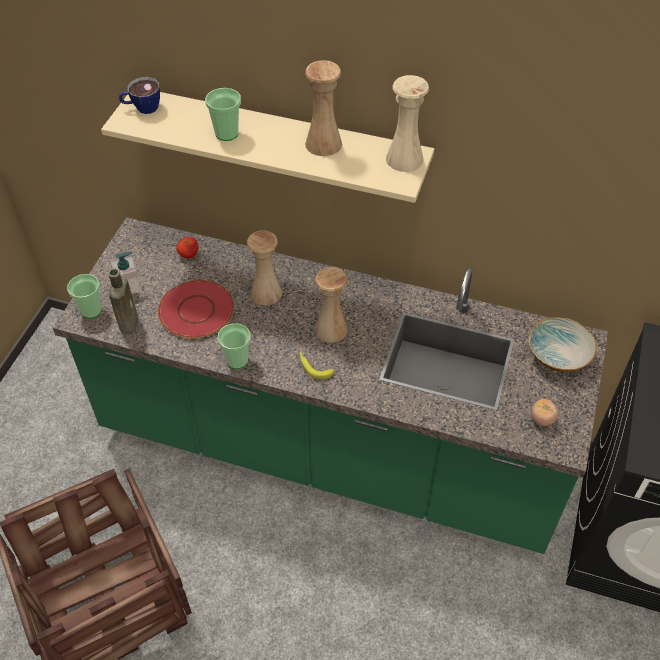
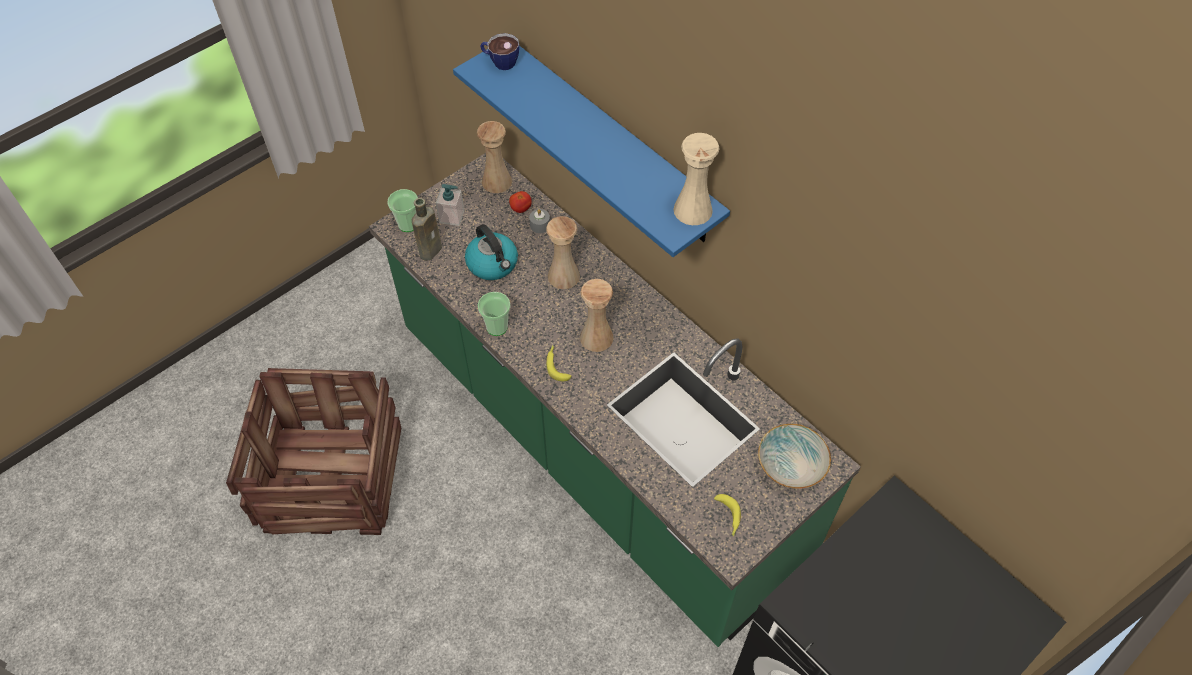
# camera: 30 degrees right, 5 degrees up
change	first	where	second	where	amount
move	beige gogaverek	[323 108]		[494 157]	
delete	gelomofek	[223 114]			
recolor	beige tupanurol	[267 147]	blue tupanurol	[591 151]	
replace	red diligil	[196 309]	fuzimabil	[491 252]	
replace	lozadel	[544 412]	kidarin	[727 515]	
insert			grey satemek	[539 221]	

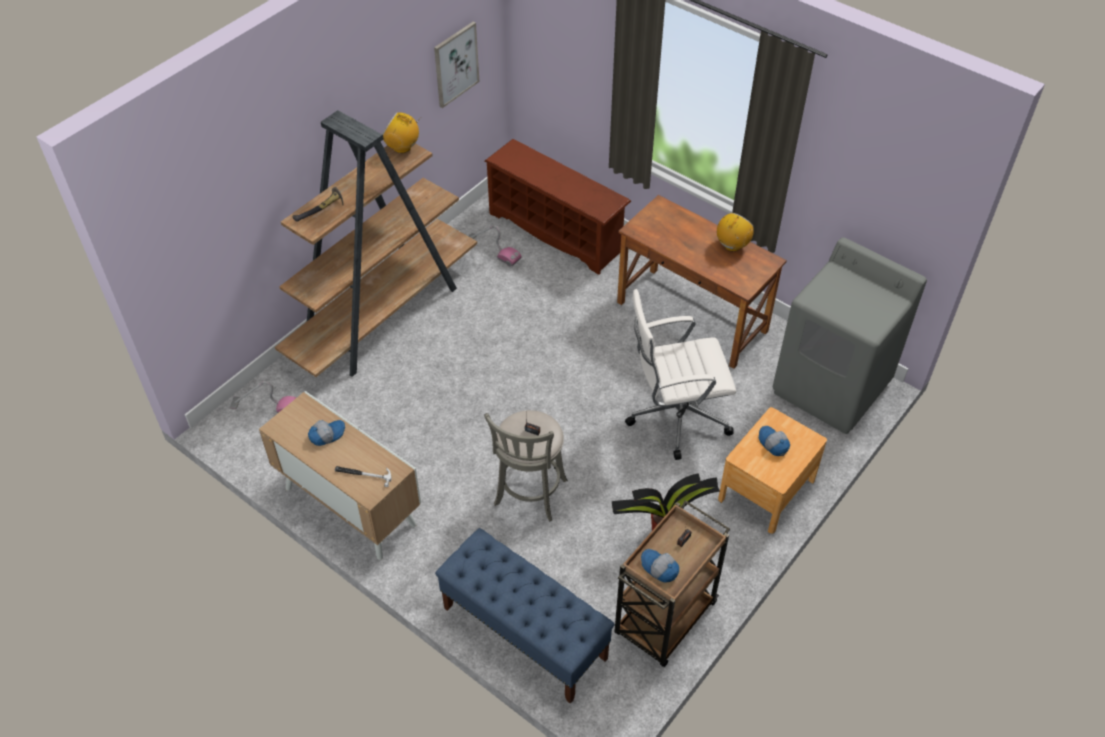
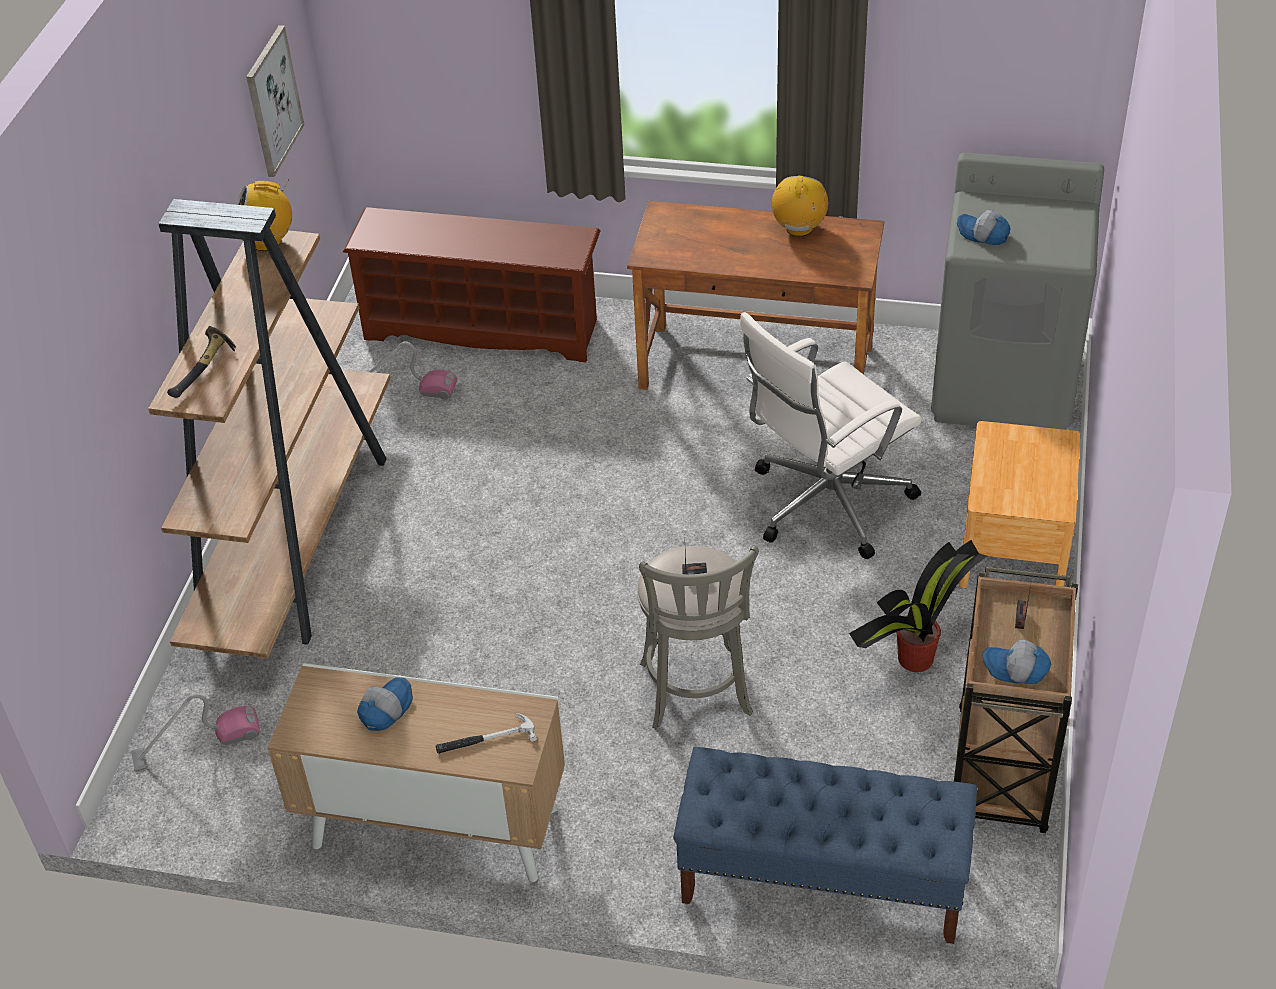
# camera: 25 degrees left, 5 degrees down
change	first	where	second	where	amount
move	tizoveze	[774 441]		[983 227]	

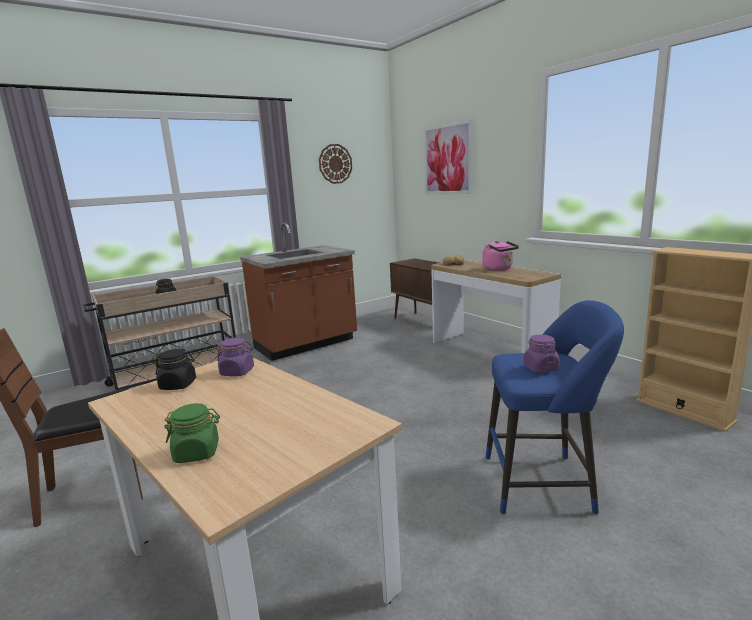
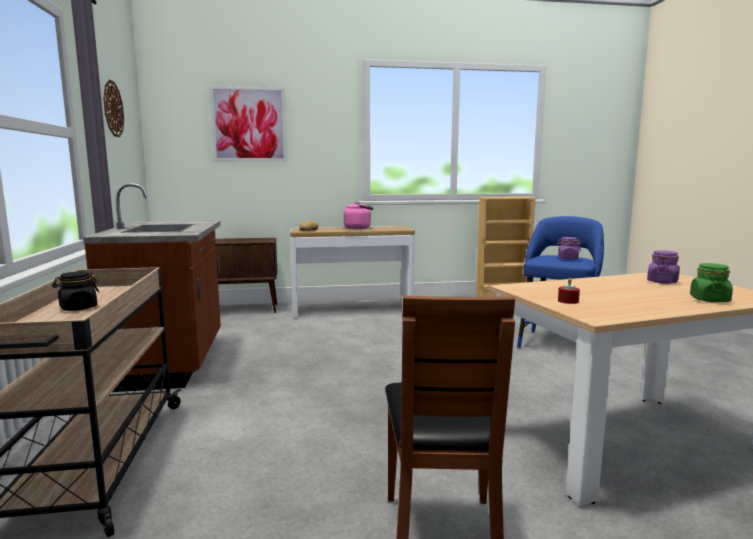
# camera: 65 degrees left, 5 degrees down
change	first	where	second	where	amount
move	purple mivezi	[235 357]		[663 267]	
replace	black mivezi	[175 369]	red satemek	[569 291]	

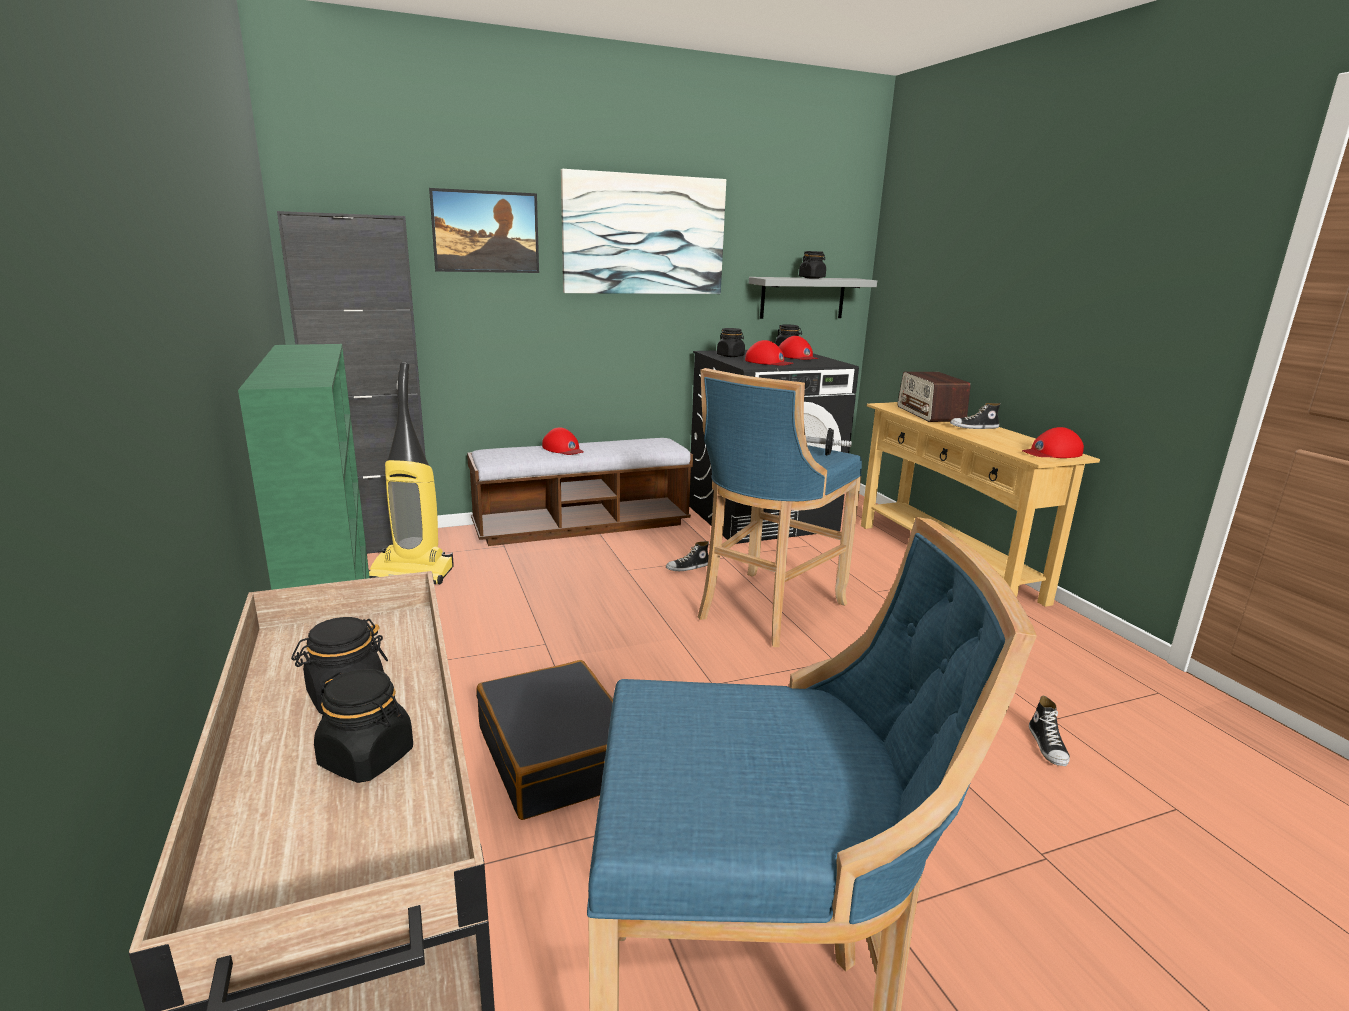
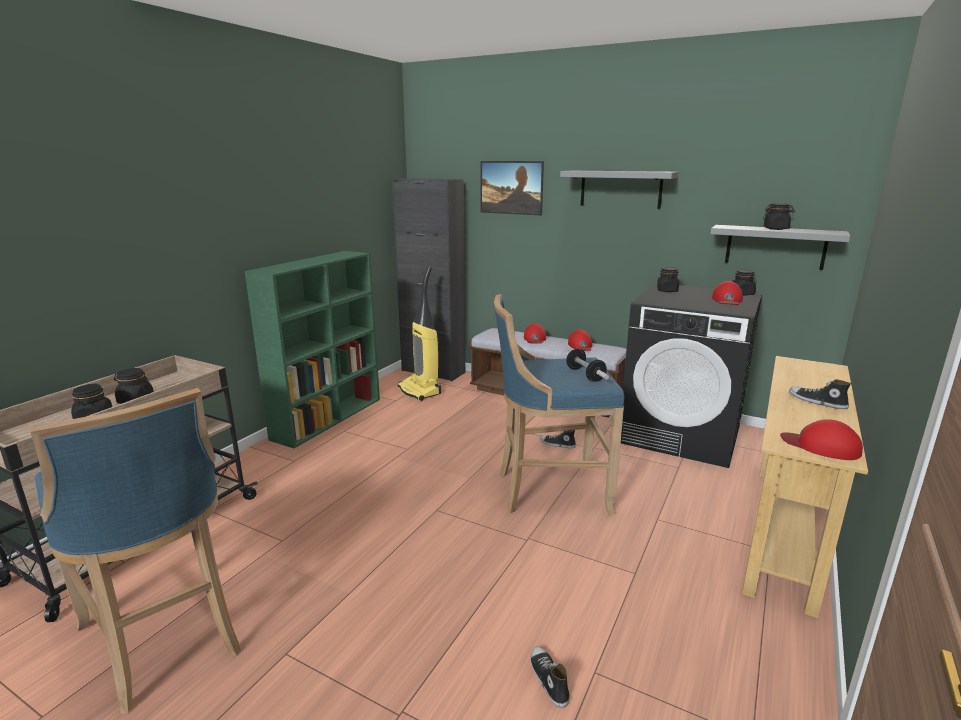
# camera: 50 degrees right, 0 degrees up
change	first	where	second	where	amount
replace	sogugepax	[643 231]	grey tupanurol	[619 190]	
move	red tizoveze	[769 353]		[580 340]	
delete	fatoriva	[934 397]			
delete	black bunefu	[544 740]			
rotate	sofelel	[1049 731]		[550 677]	105 degrees clockwise

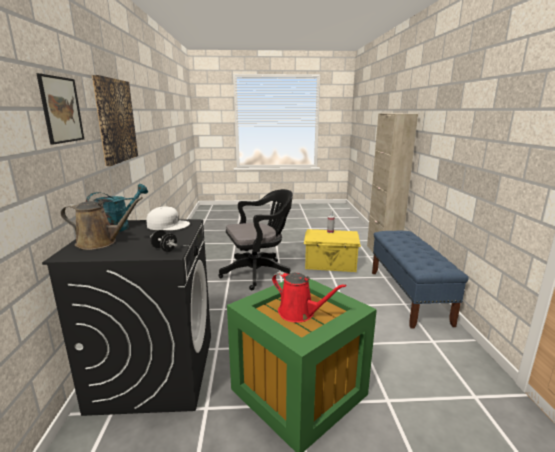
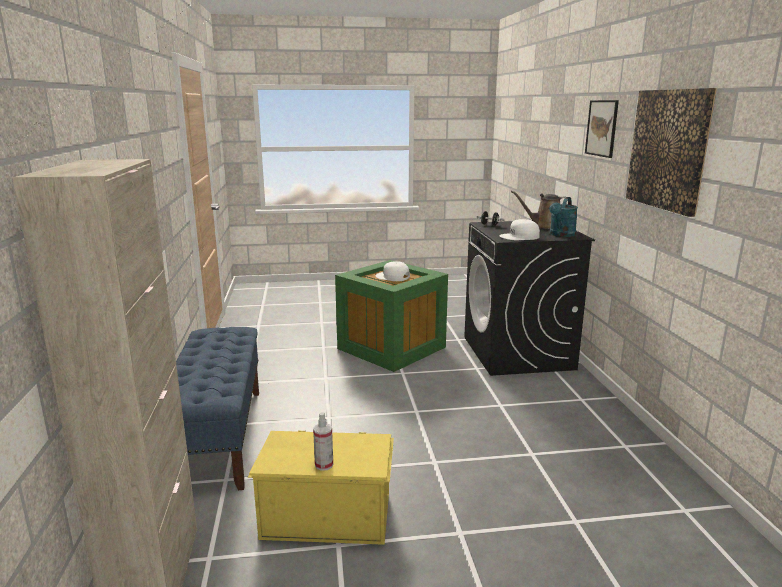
# camera: 175 degrees right, 0 degrees up
change	first	where	second	where	amount
delete	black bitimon	[255 239]			
replace	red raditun	[309 297]	white tizoveze	[392 271]	

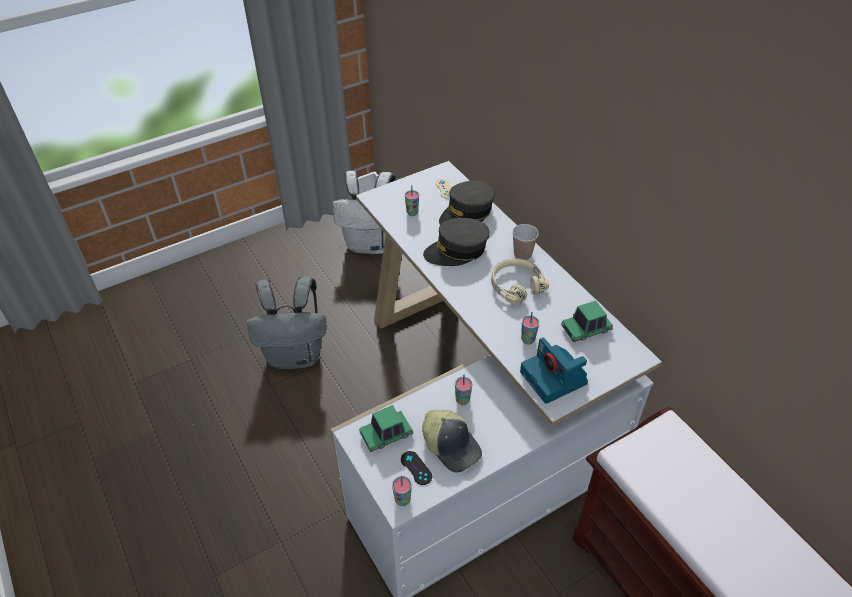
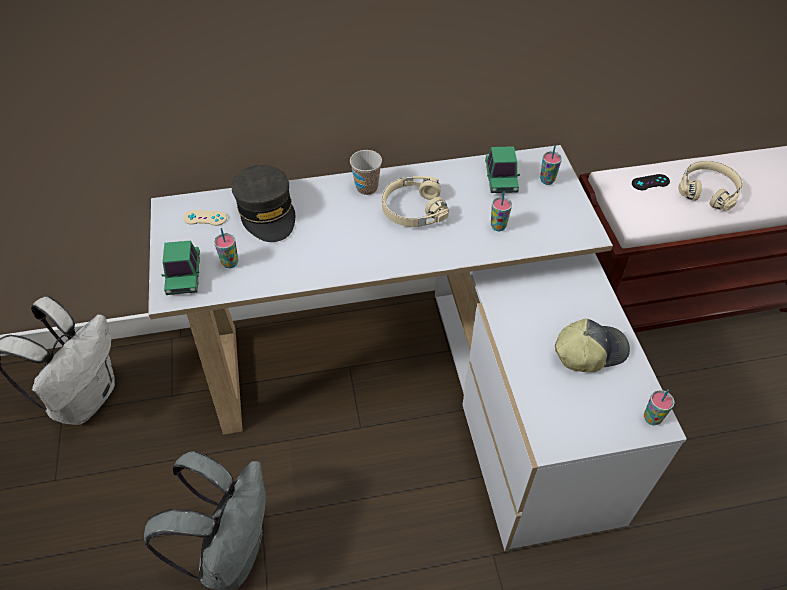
# camera: 70 degrees left, 5 degrees up
change	first	where	second	where	amount
delete	grey tizoveze	[456 242]			
delete	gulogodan	[554 370]			
move	gelomofek	[463 389]		[551 165]	
move	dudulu	[386 428]		[181 268]	
move	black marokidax	[416 468]		[651 182]	
insert			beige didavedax	[710 186]	

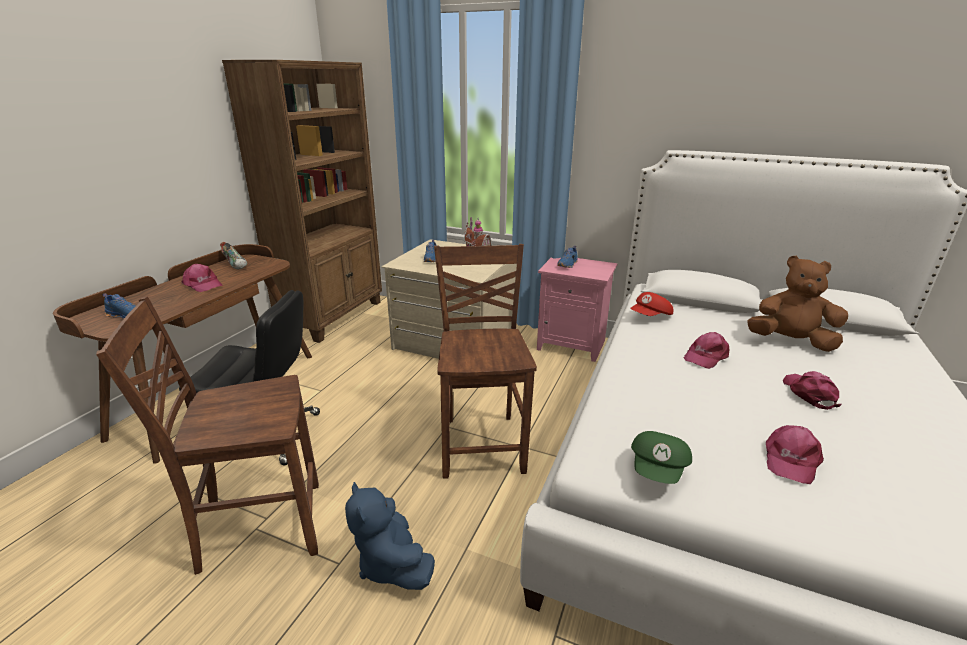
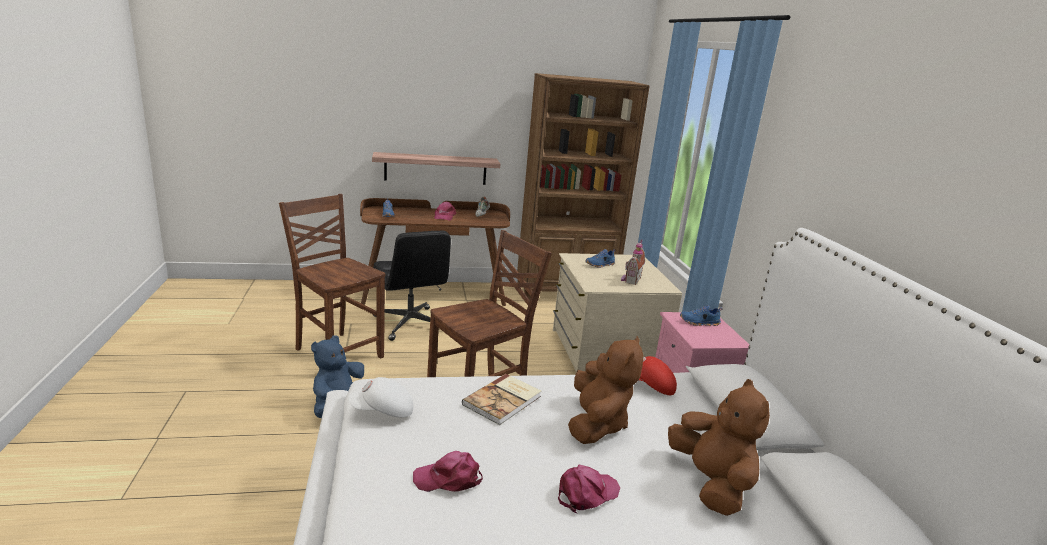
# camera: 55 degrees right, 5 degrees down
change	first	where	second	where	amount
replace	pink tizoveze	[707 350]	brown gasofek	[605 390]	
recolor	green tizoveze	[661 457]	white tizoveze	[380 397]	
insert			tupanurol	[436 168]	
insert			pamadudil	[501 399]	

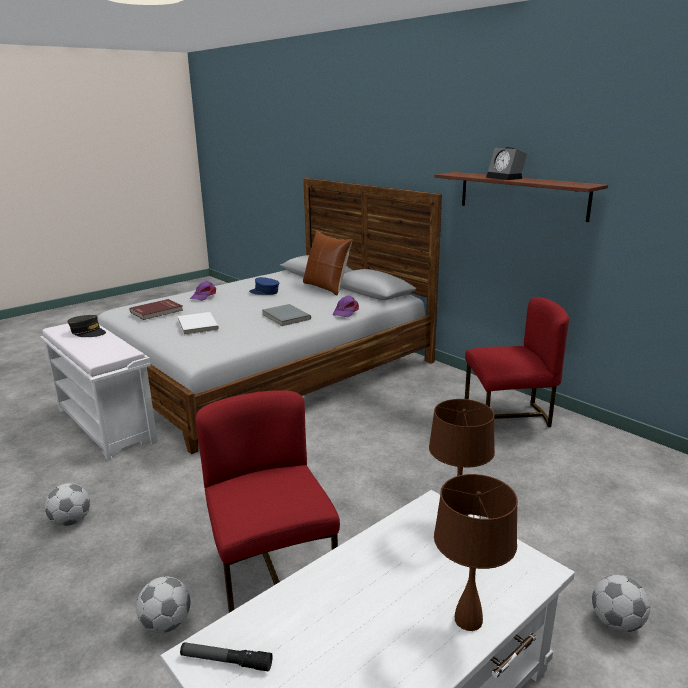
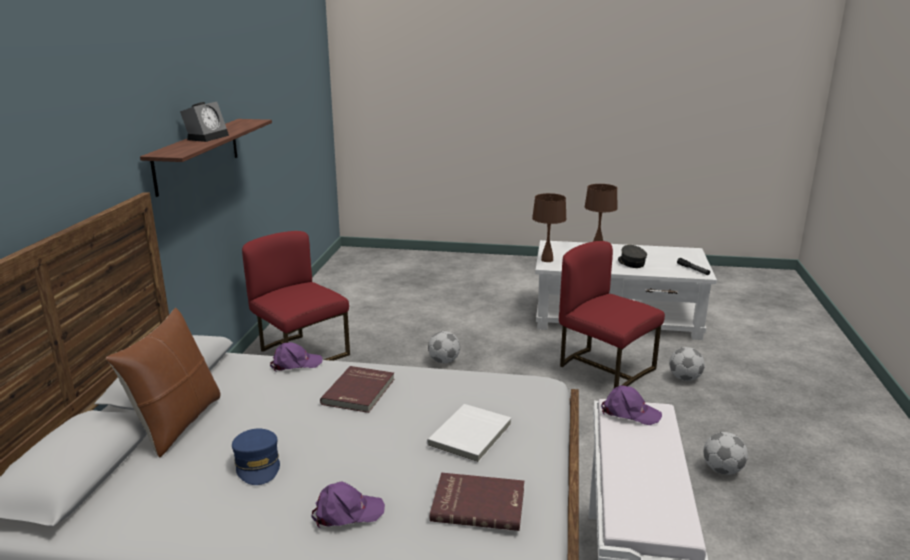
# camera: 130 degrees left, 0 degrees up
change	first	where	second	where	amount
recolor	grey pamadudil	[286 315]	red pamadudil	[357 389]	
move	grey tizoveze	[86 326]		[632 256]	
rotate	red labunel	[267 501]		[612 314]	105 degrees clockwise
move	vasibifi	[621 603]		[444 347]	
insert			purple tizoveze	[631 405]	

